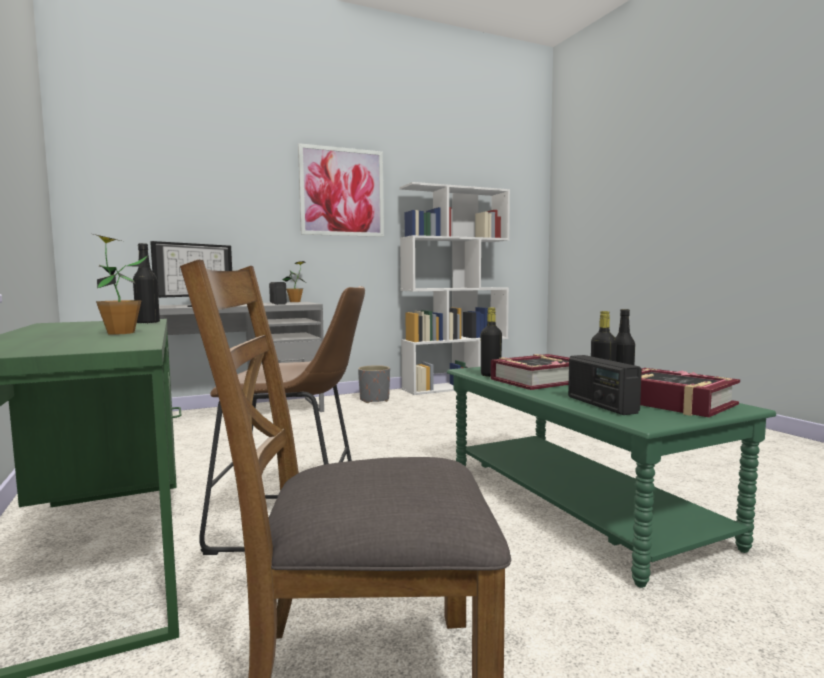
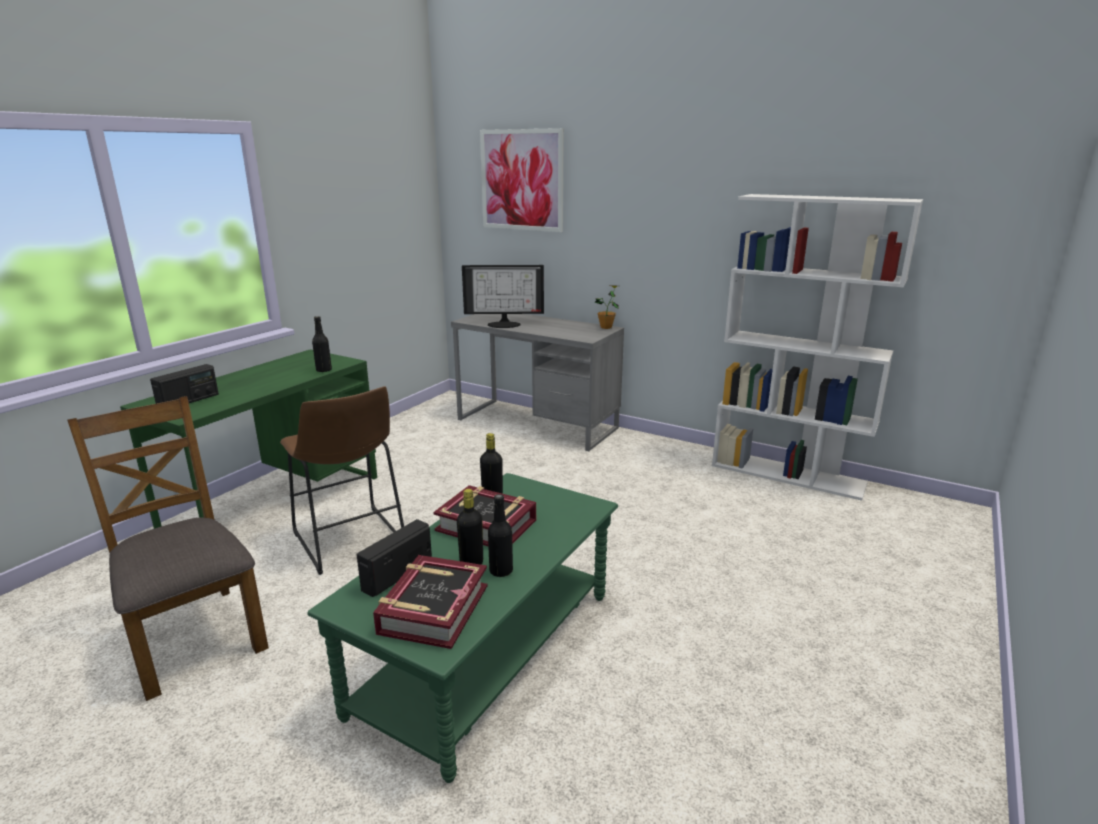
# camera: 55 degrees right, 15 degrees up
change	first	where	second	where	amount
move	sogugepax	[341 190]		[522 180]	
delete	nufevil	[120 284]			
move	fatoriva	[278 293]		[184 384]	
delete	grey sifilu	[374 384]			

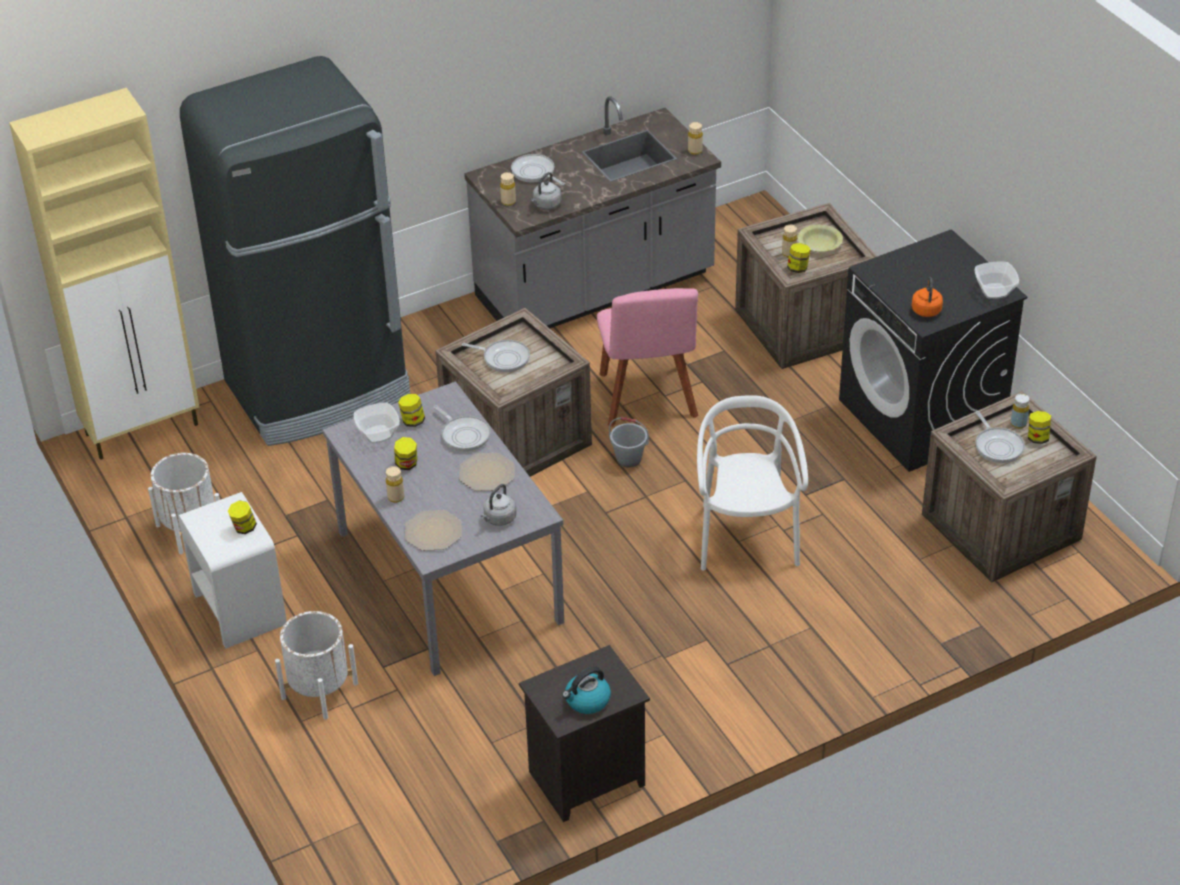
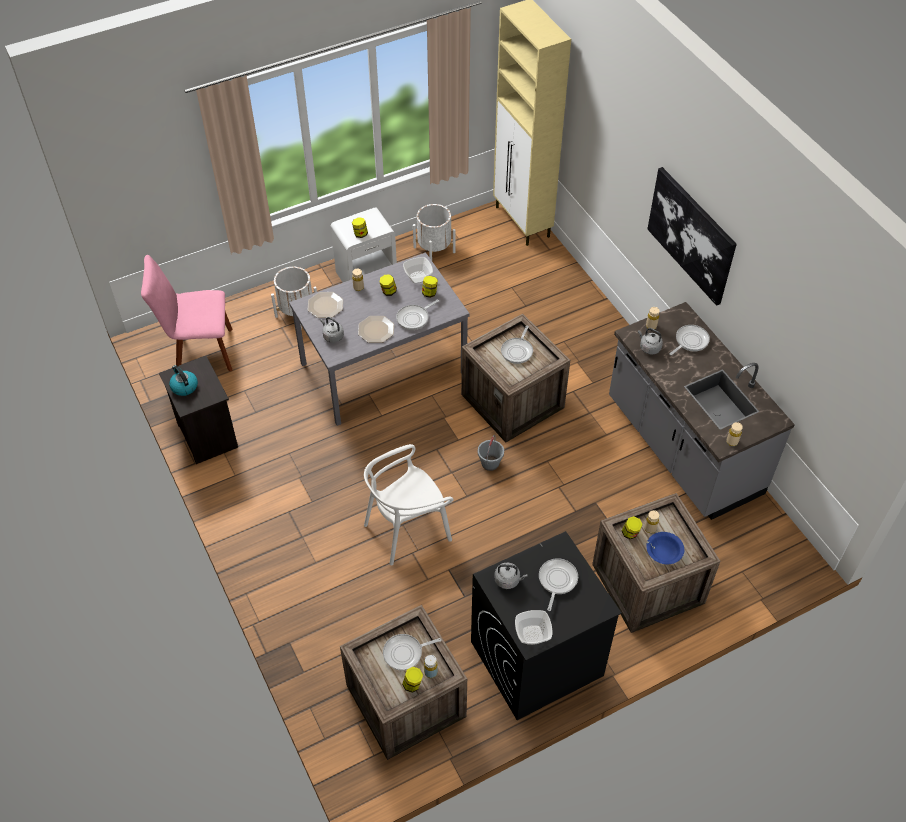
# camera: 90 degrees right, 10 degrees up
change	first	where	second	where	amount
delete	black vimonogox	[295 251]			
recolor	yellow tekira	[820 238]	blue tekira	[665 548]	
recolor	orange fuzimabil	[927 297]	grey fuzimabil	[511 576]	
move	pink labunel	[647 357]		[187 313]	
rotate	white labunel	[752 483]		[408 504]	150 degrees clockwise
insert			sogugepax	[692 236]	
insert			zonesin	[558 584]	

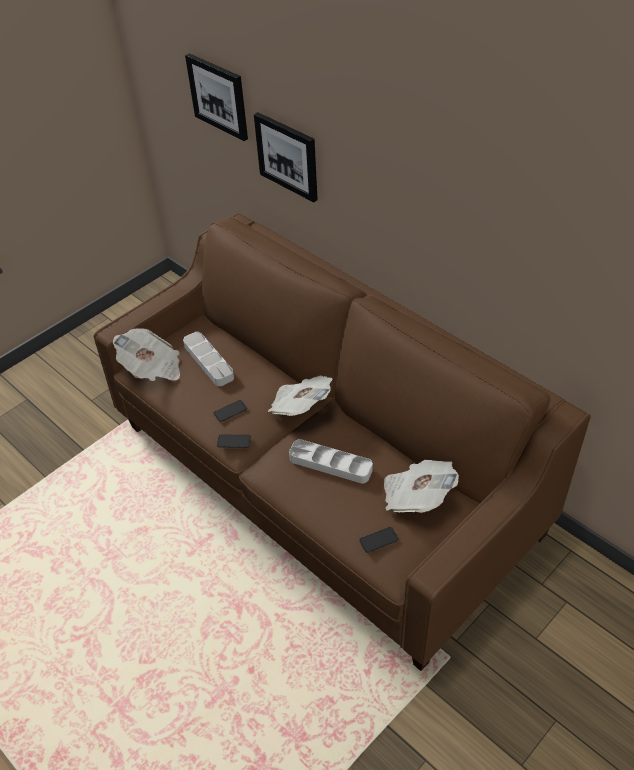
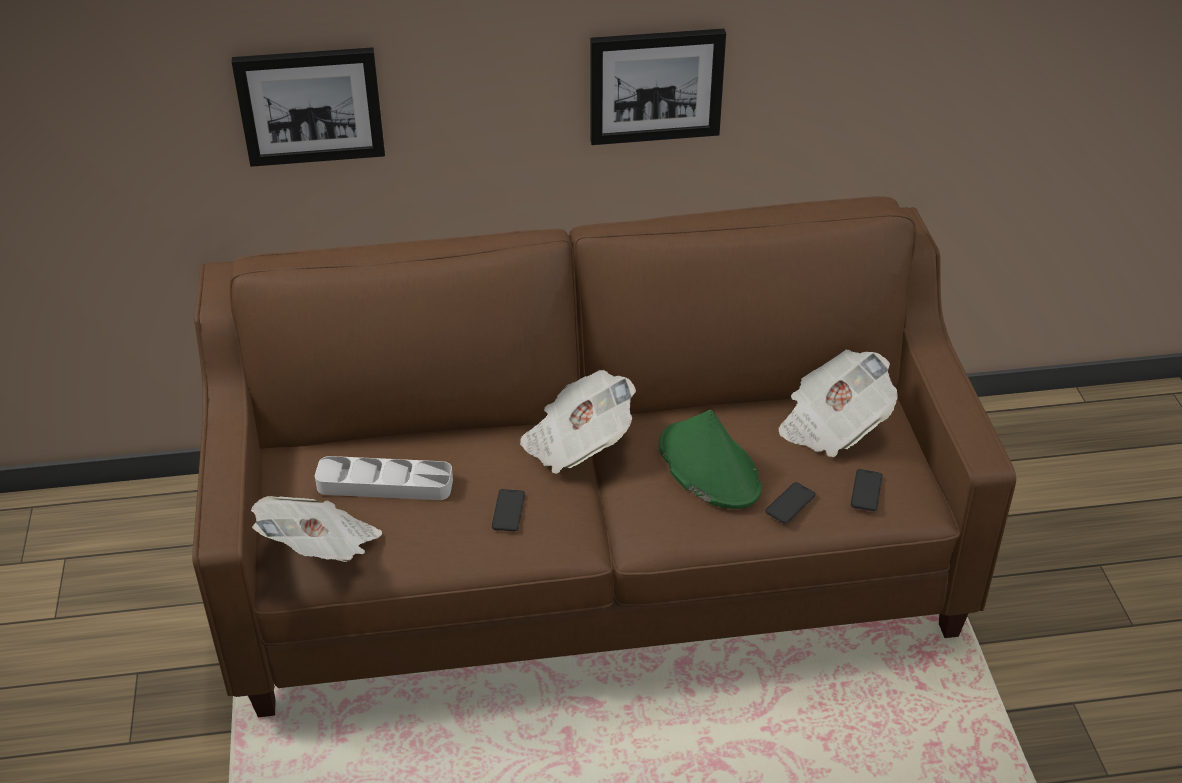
# camera: 55 degrees left, 5 degrees down
change	first	where	second	where	amount
move	sogugepax	[216 97]		[658 87]	
move	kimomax	[234 441]		[790 503]	
replace	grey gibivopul	[331 461]	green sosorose	[710 459]	

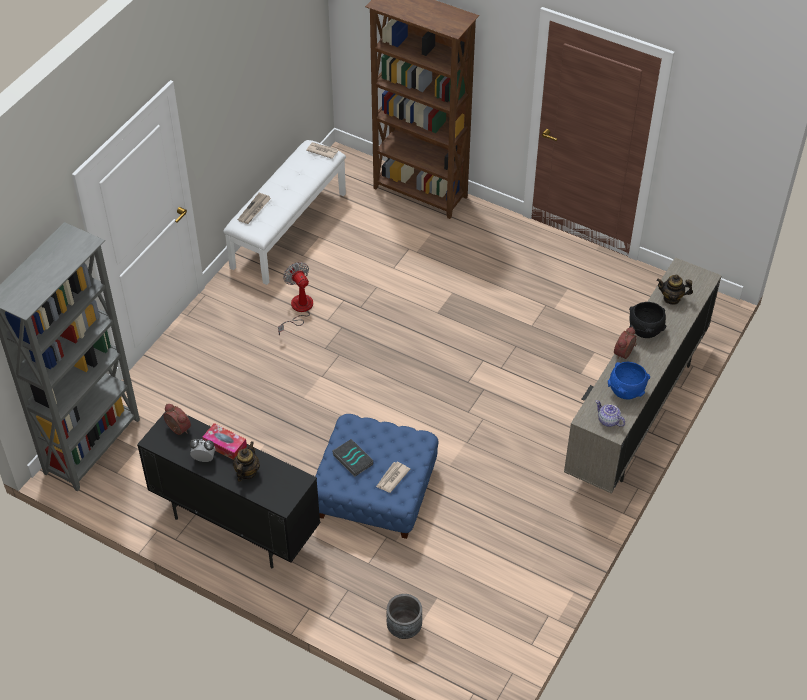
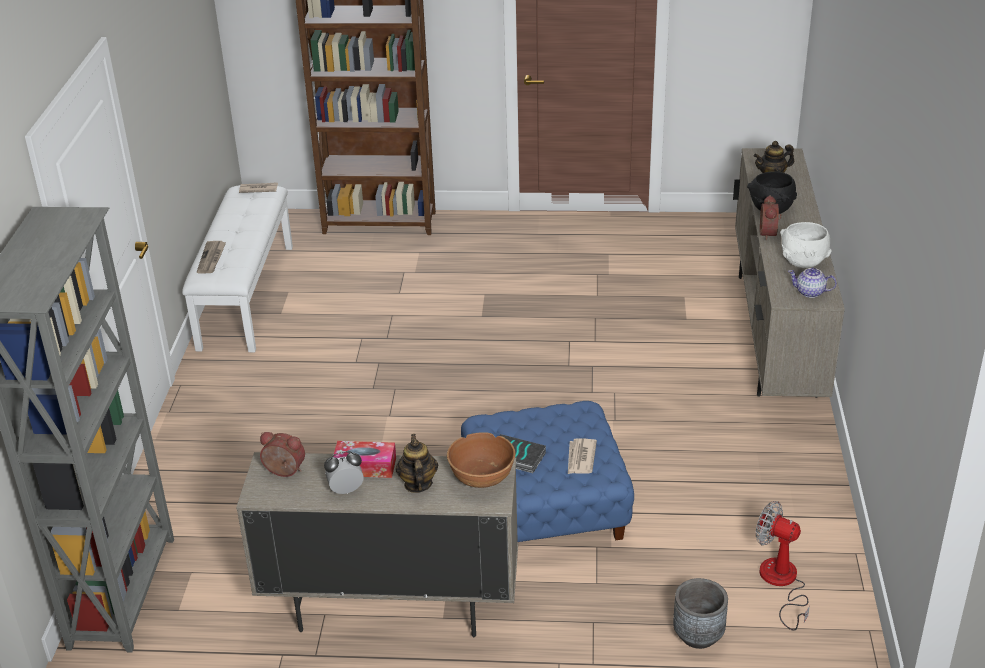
# camera: 25 degrees left, 15 degrees down
change	first	where	second	where	amount
move	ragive	[295 299]		[783 566]	
recolor	blue tekira	[629 380]	white tekira	[806 245]	
recolor	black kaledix	[228 489]	beige kaledix	[377 544]	
insert			brown tekira	[481 460]	

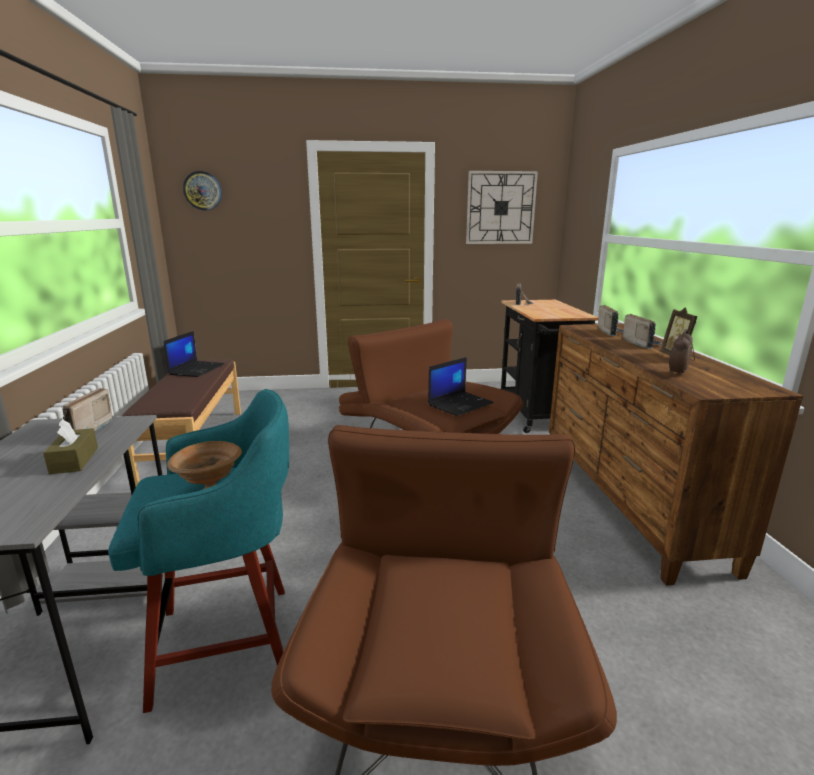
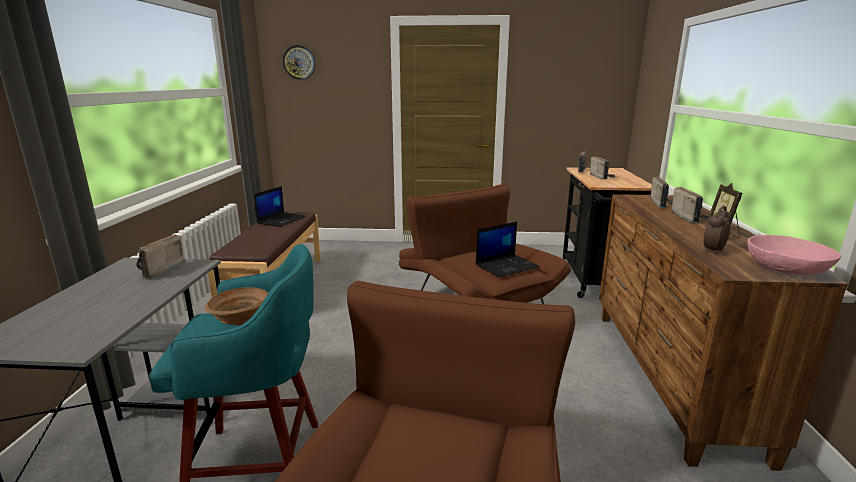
# camera: 10 degrees right, 0 degrees up
change	first	where	second	where	amount
delete	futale	[502 207]			
delete	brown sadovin	[70 446]			
insert			fatoriva	[603 168]	
insert			pink tekira	[794 255]	

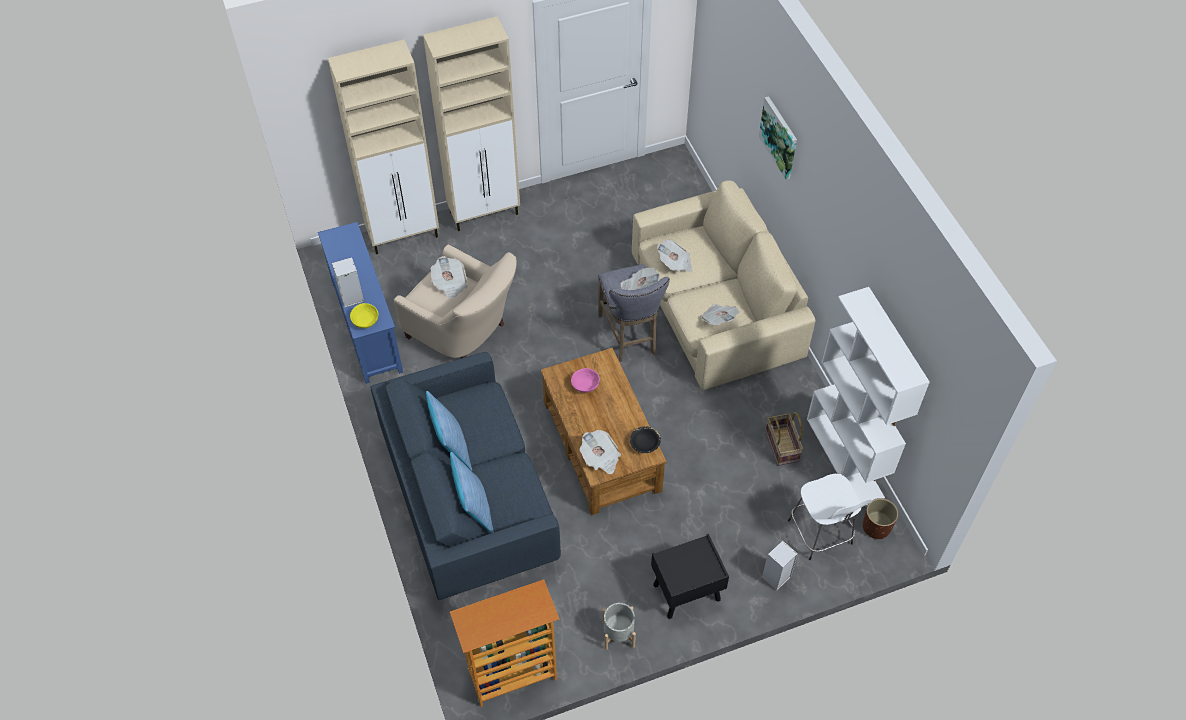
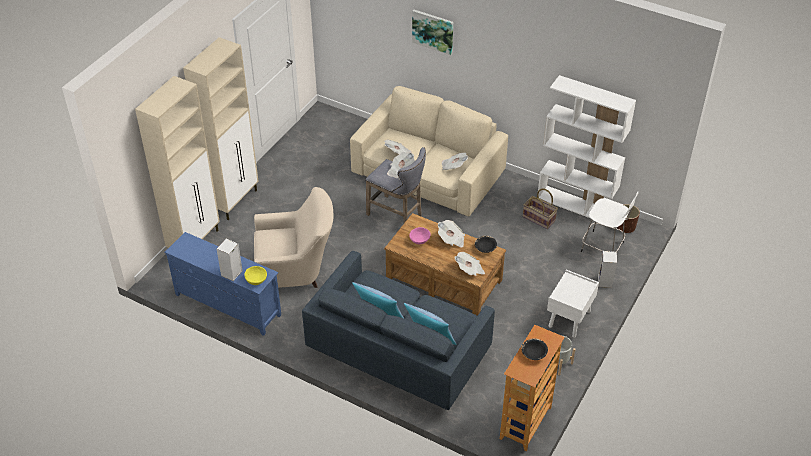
# camera: 40 degrees left, 10 degrees down
change	first	where	second	where	amount
move	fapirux	[449 277]		[451 234]	
recolor	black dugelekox	[690 576]	white dugelekox	[573 304]	
insert			black tekira	[534 349]	

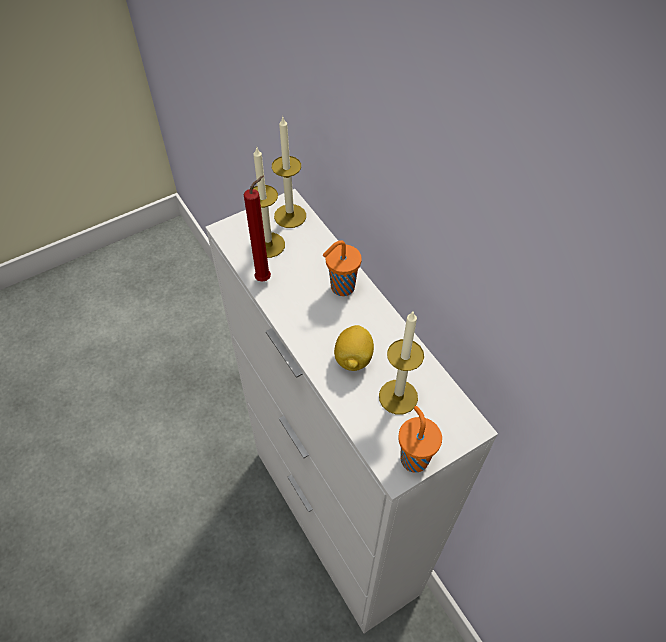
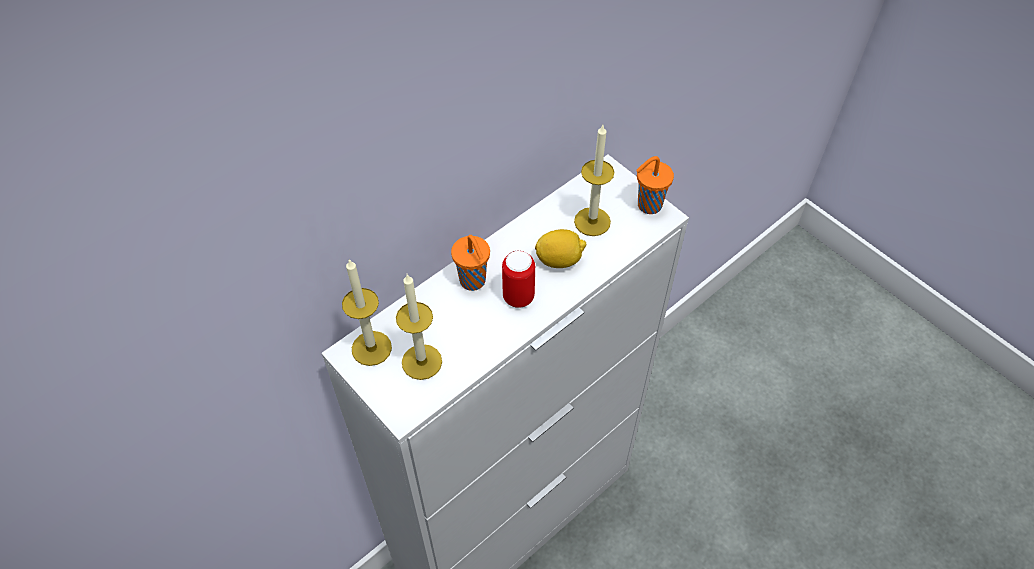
# camera: 100 degrees left, 0 degrees up
change	first	where	second	where	amount
delete	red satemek	[257 229]			
insert			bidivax	[518 279]	

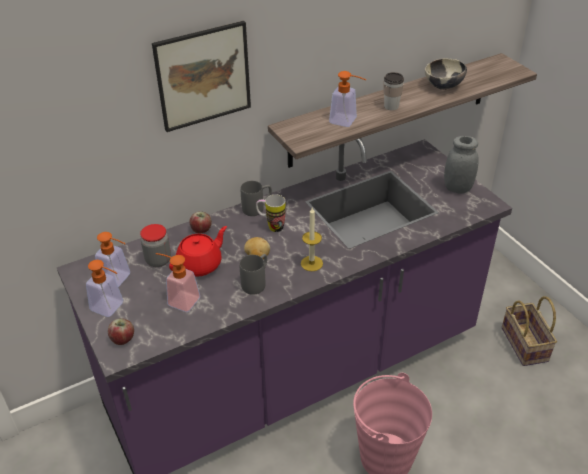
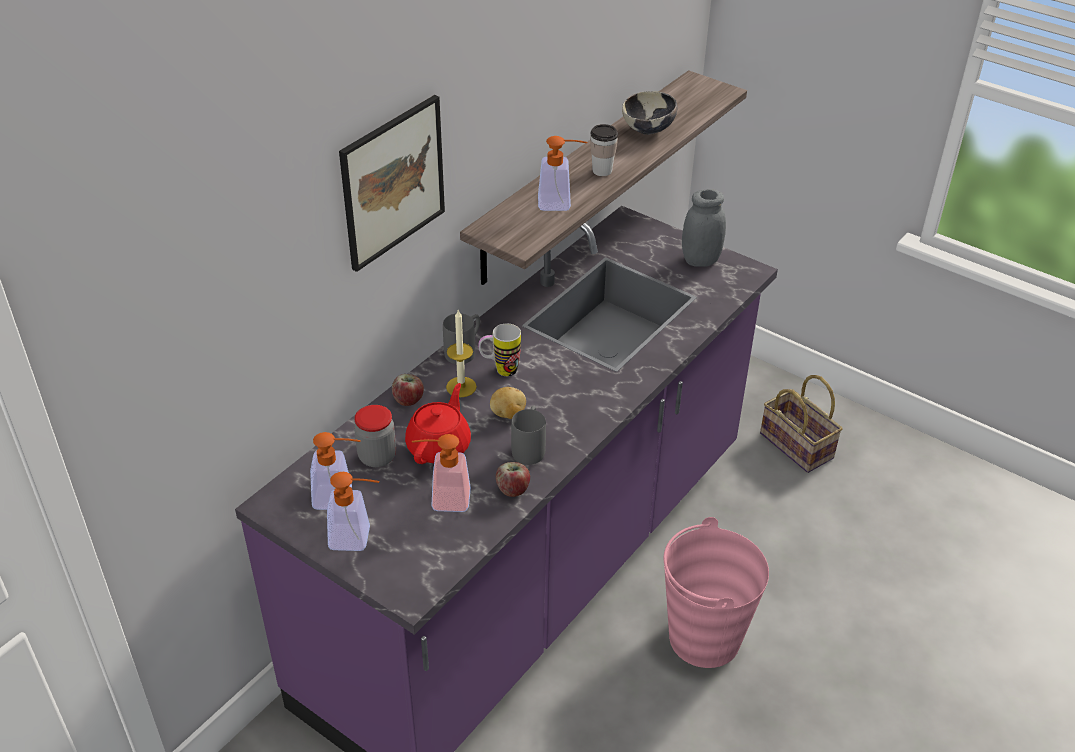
# camera: 25 degrees left, 0 degrees up
change	first	where	second	where	amount
move	satemek	[312 239]		[461 353]	
move	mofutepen	[121 331]		[513 479]	

